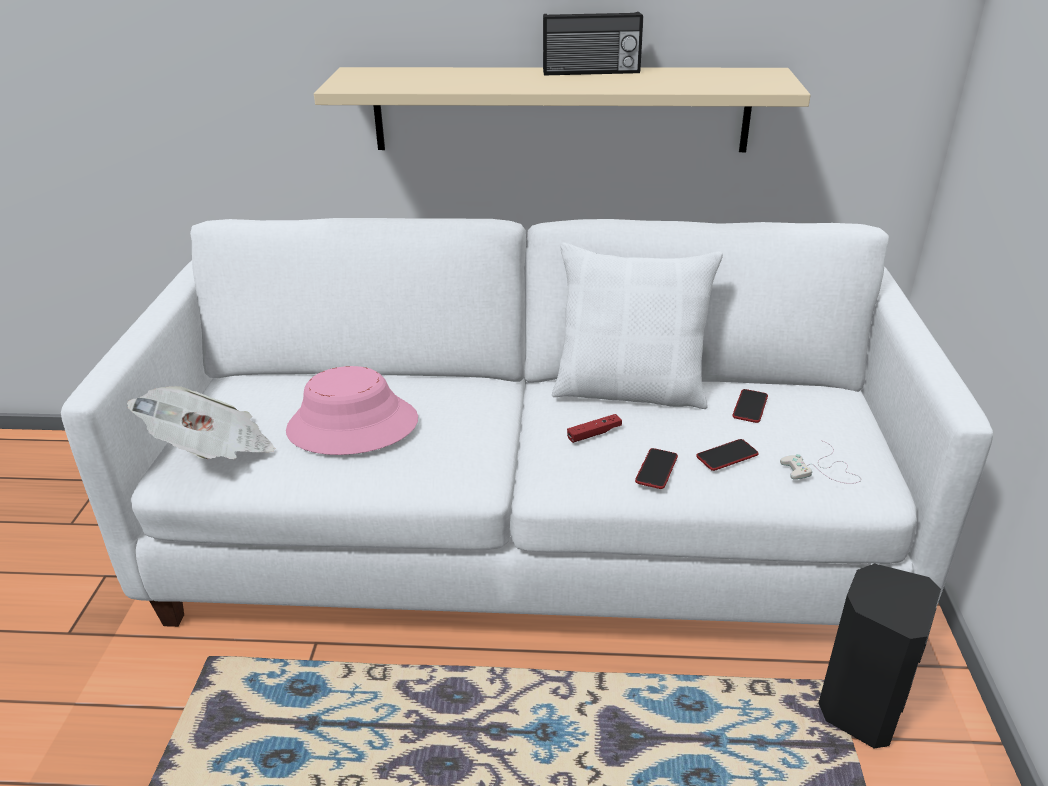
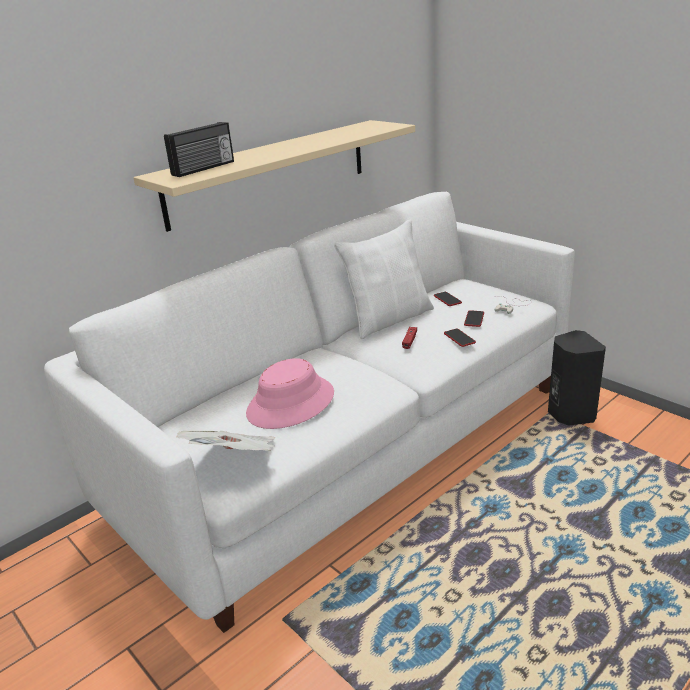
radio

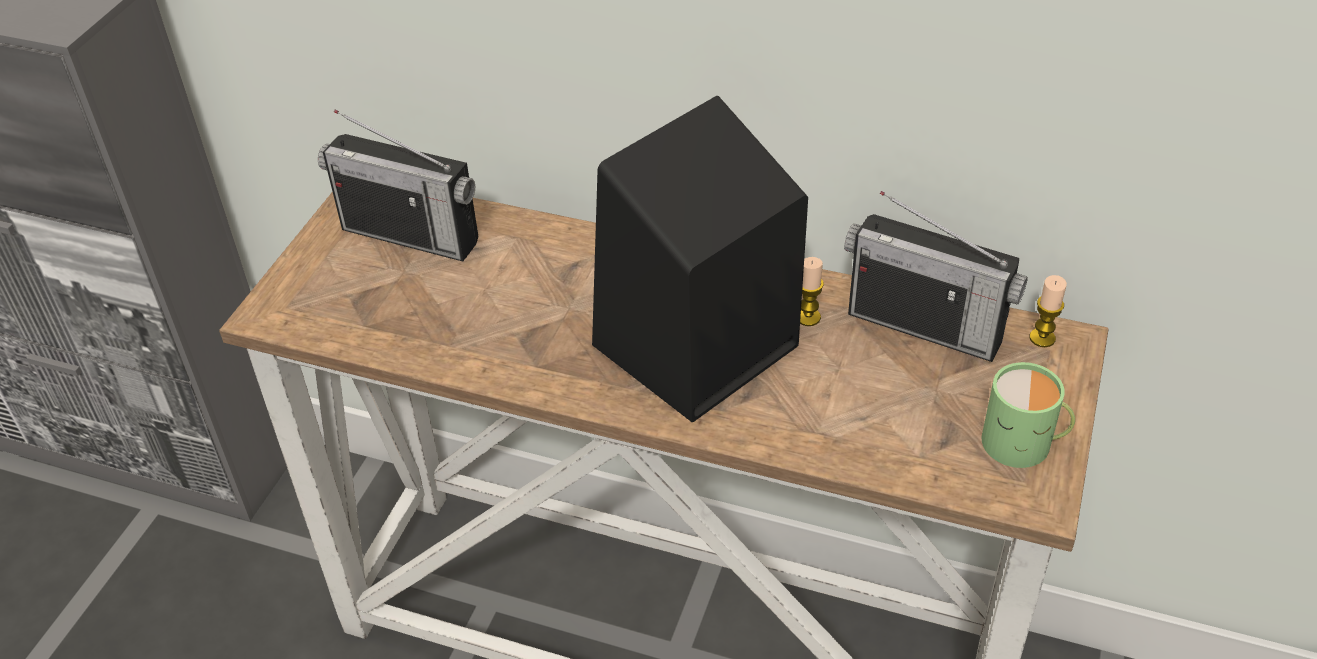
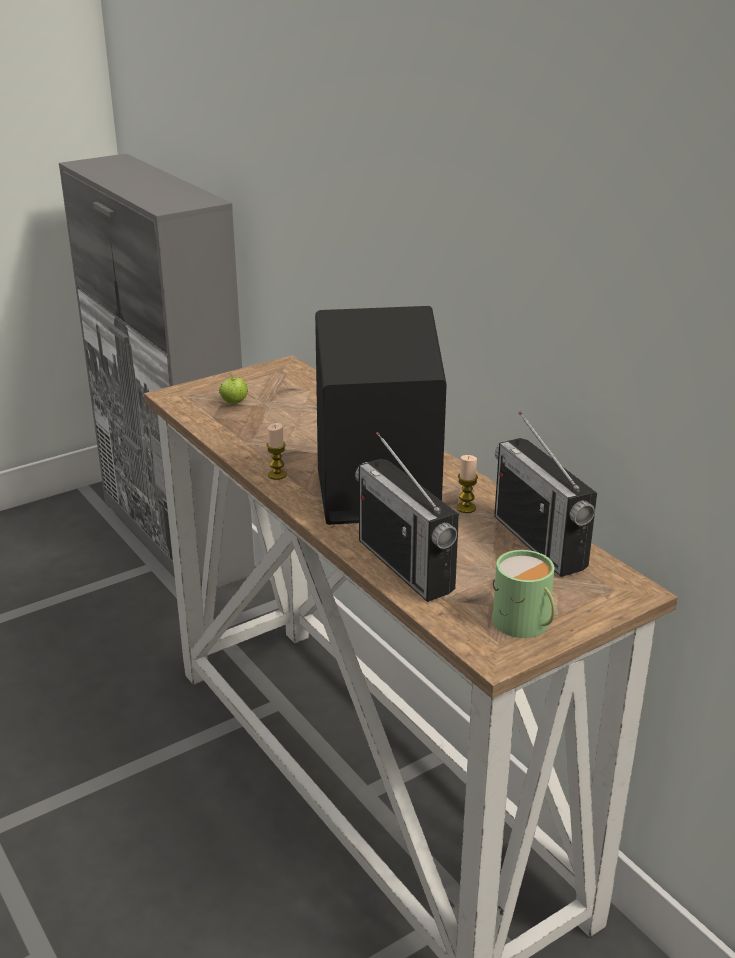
radio (no. 1 from left)
candle (no. 1 from left)
apple

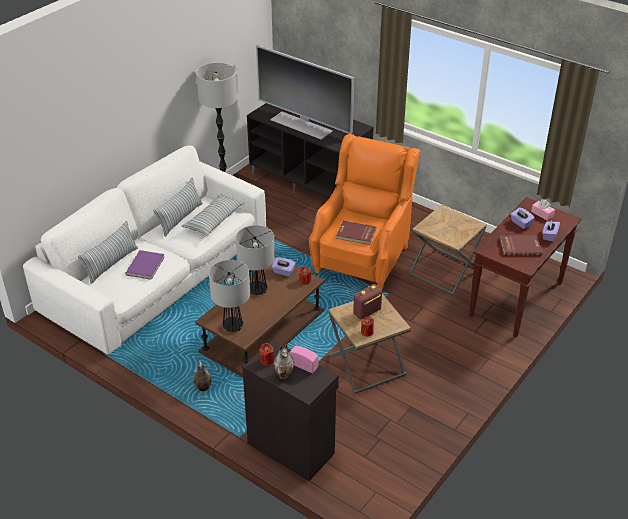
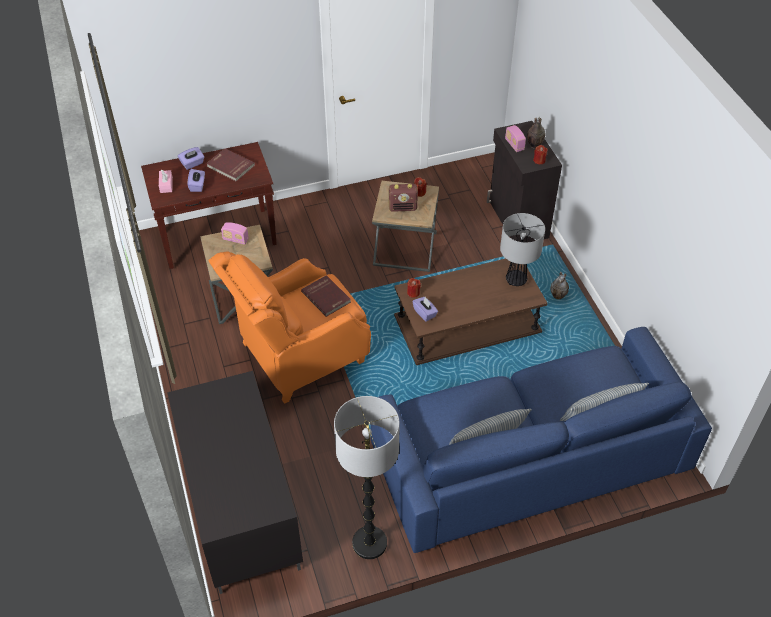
blue_sofa
purple_book
pillow (no. 3 from left in the first image)
table_lamp (no. 2 from left in the first image)
television
radio (no. 1 from left)

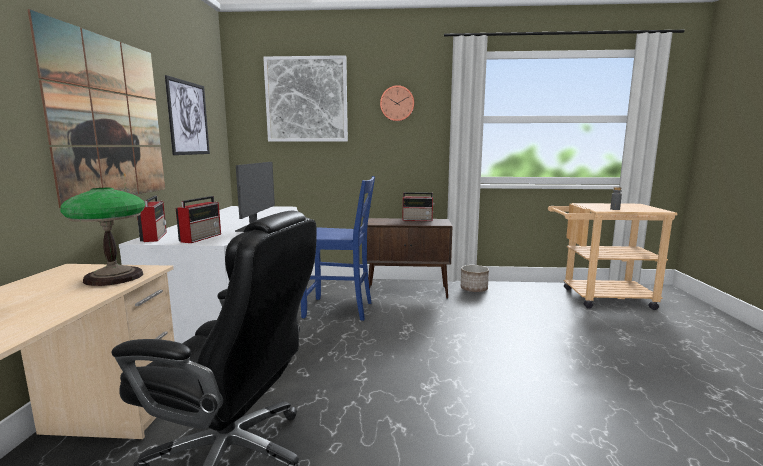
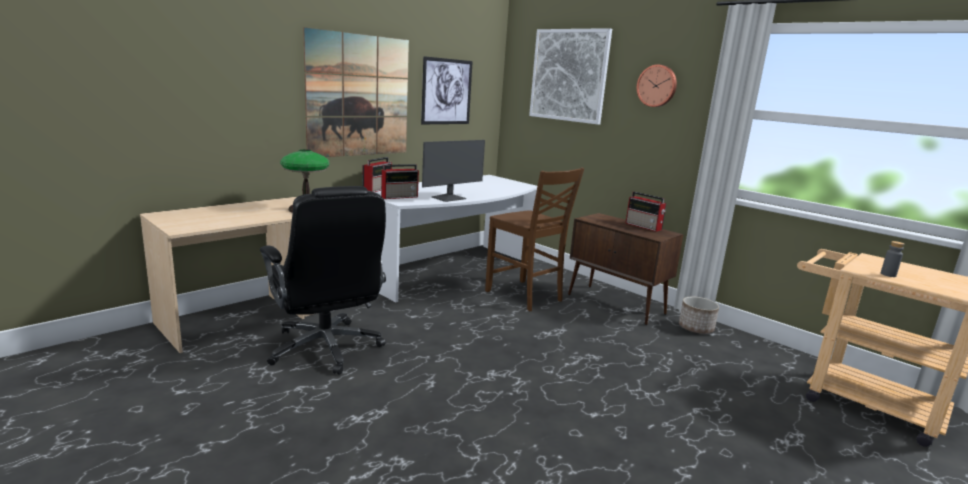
brown_chair

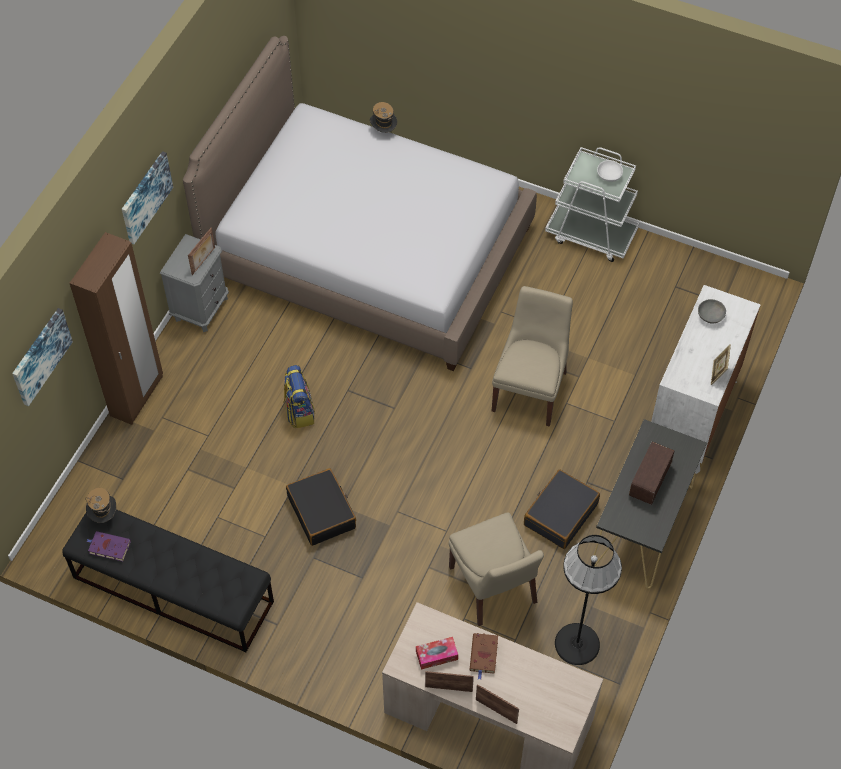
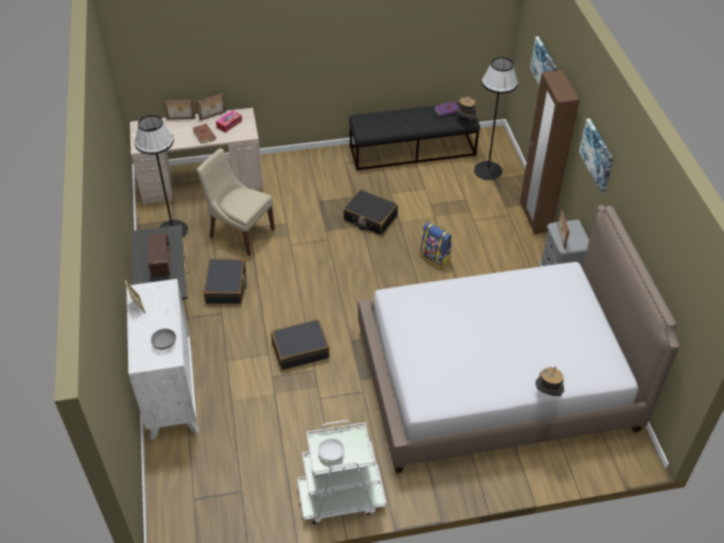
black_suitcase (no. 2 from left)
black_floor_lamp (no. 2 from left)

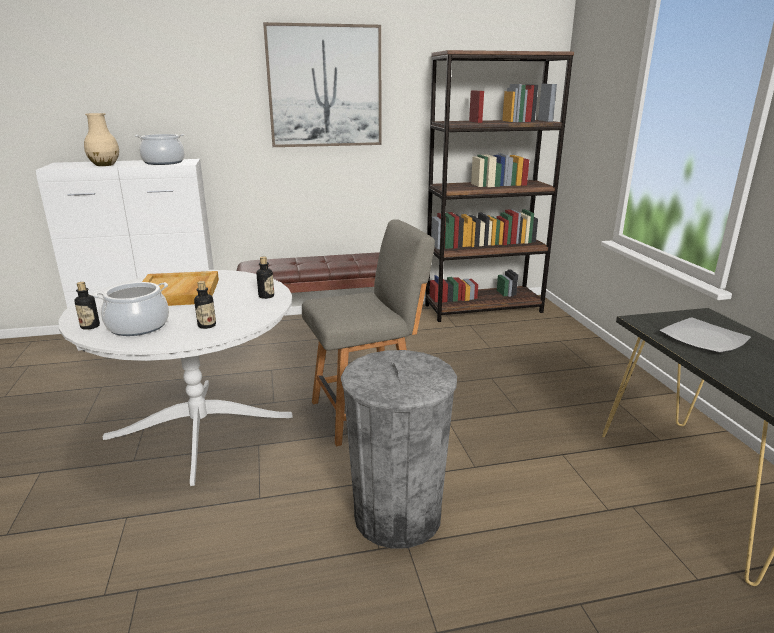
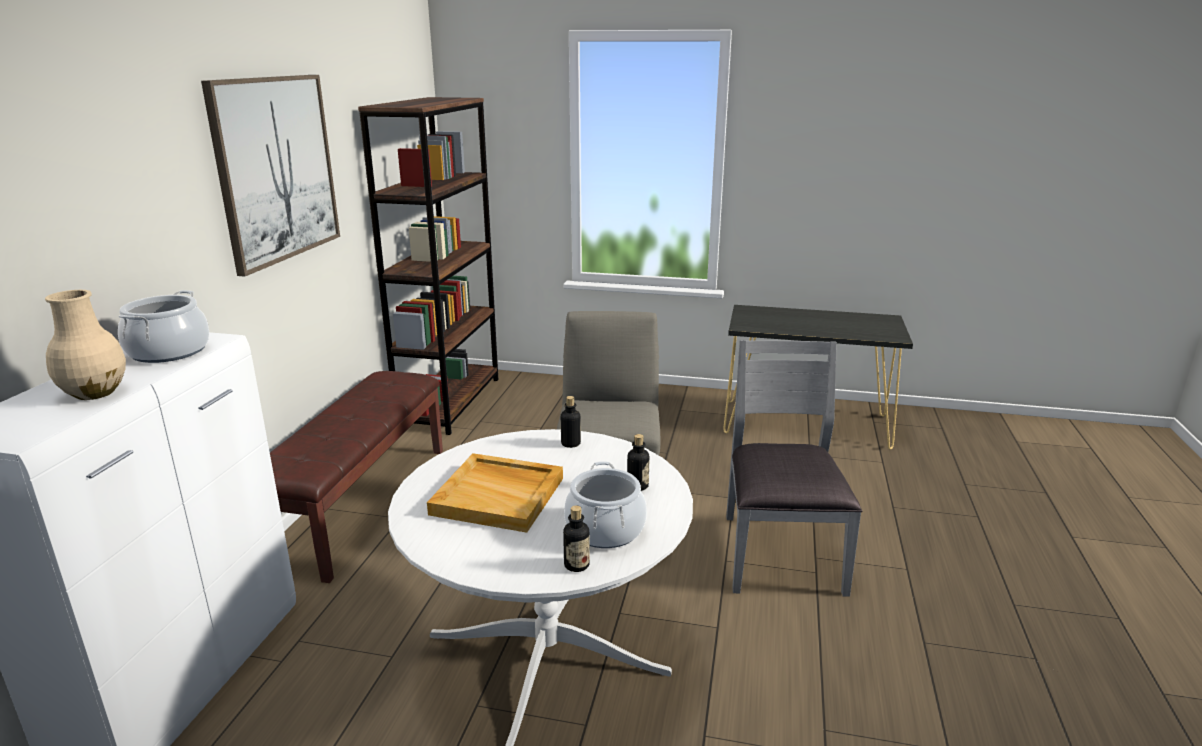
grey_chair (no. 2 from left)
plate

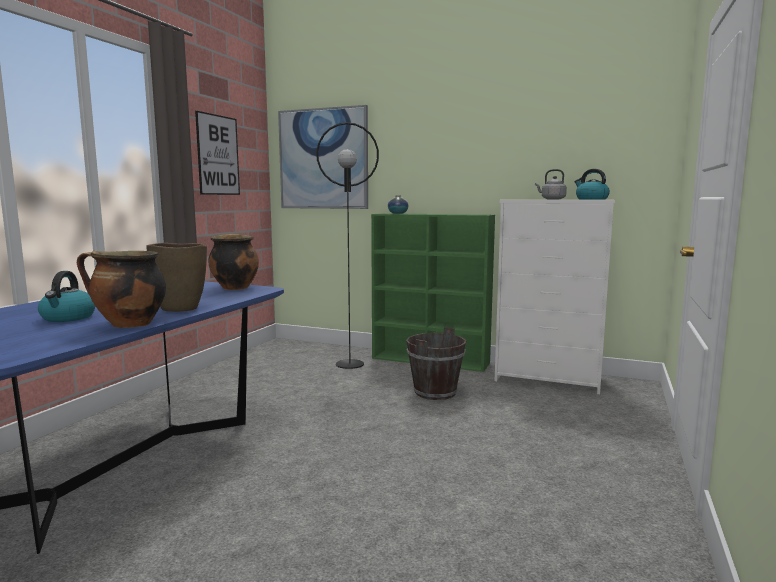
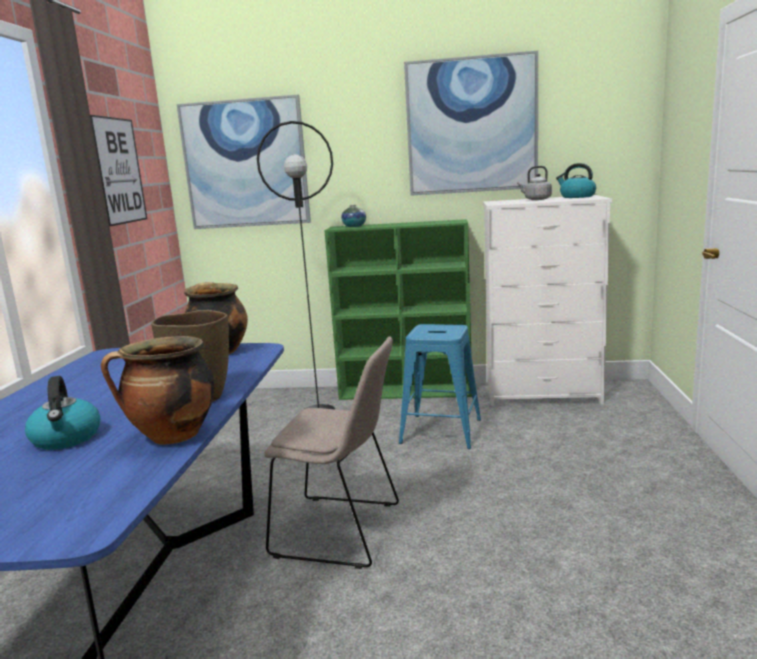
blue_stool
beige_chair
picture (no. 3 from left)

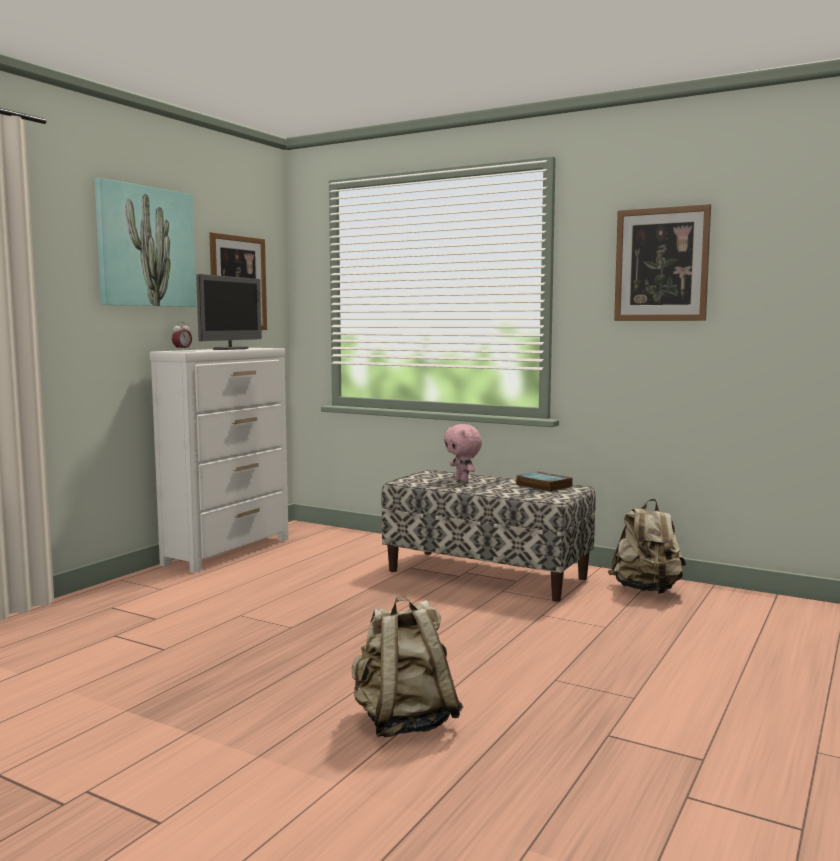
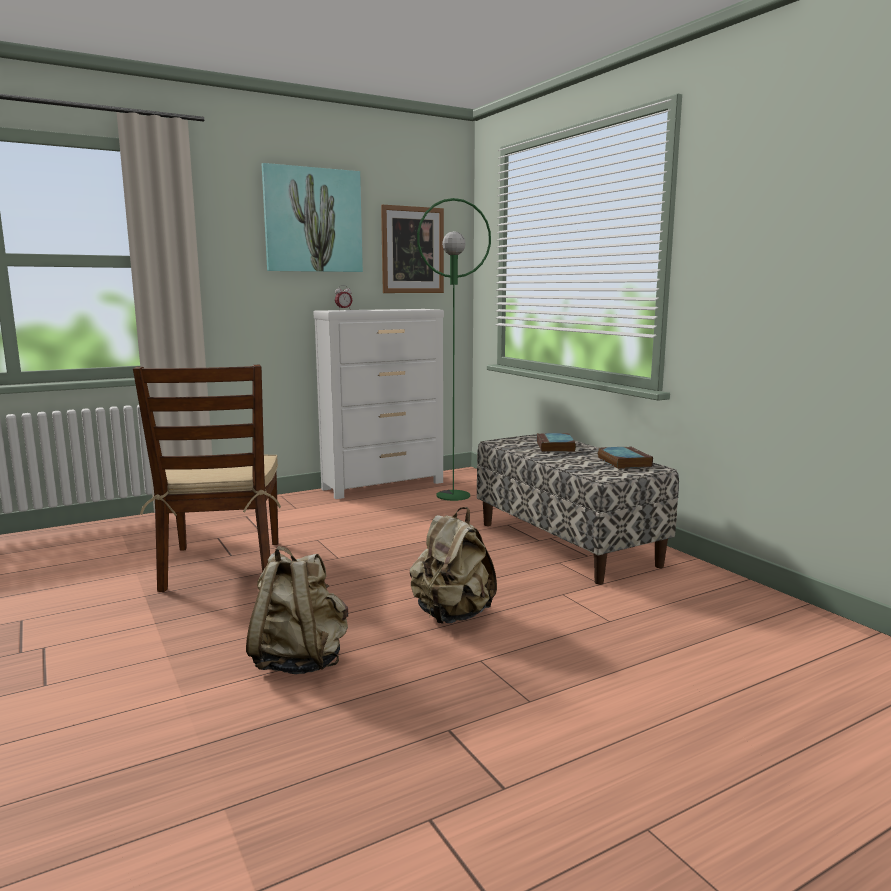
monitor
book (no. 1 from left)
beige_backpack (no. 2 from left)
picture (no. 3 from left in the first image)
brown_chair
green_floor_lamp

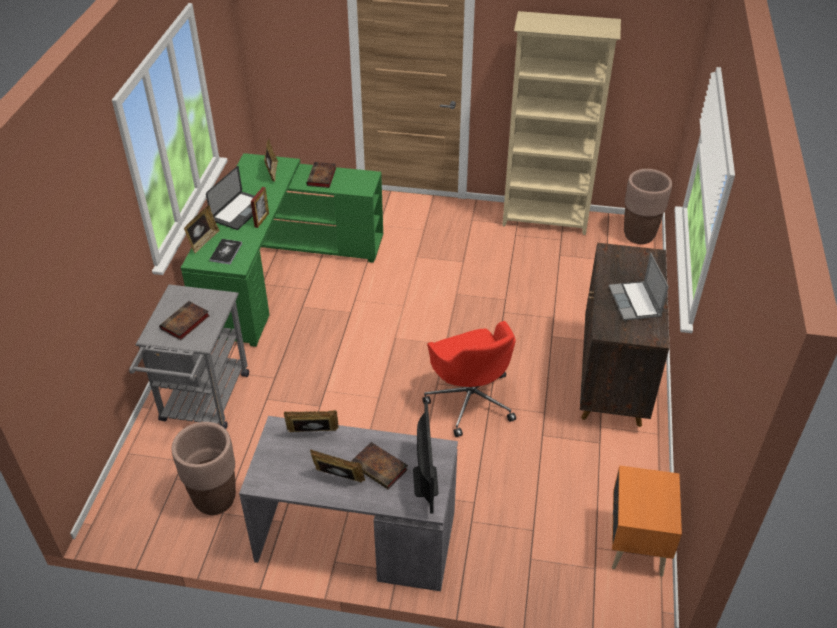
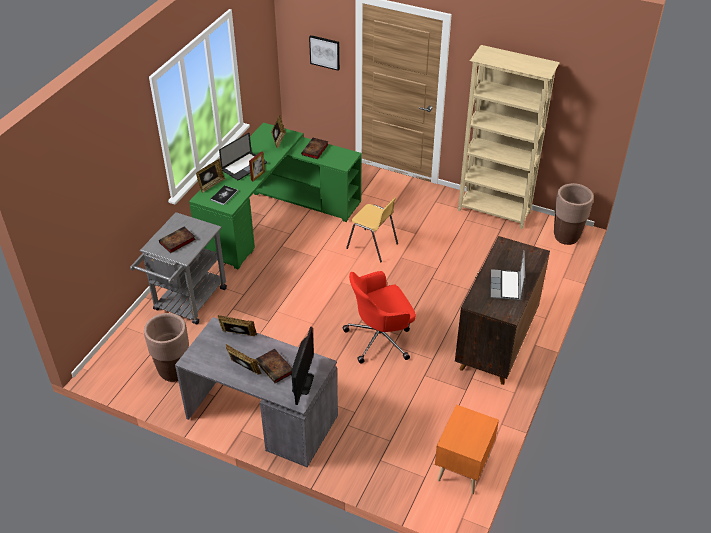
red_office_chair
picture
yellow_chair

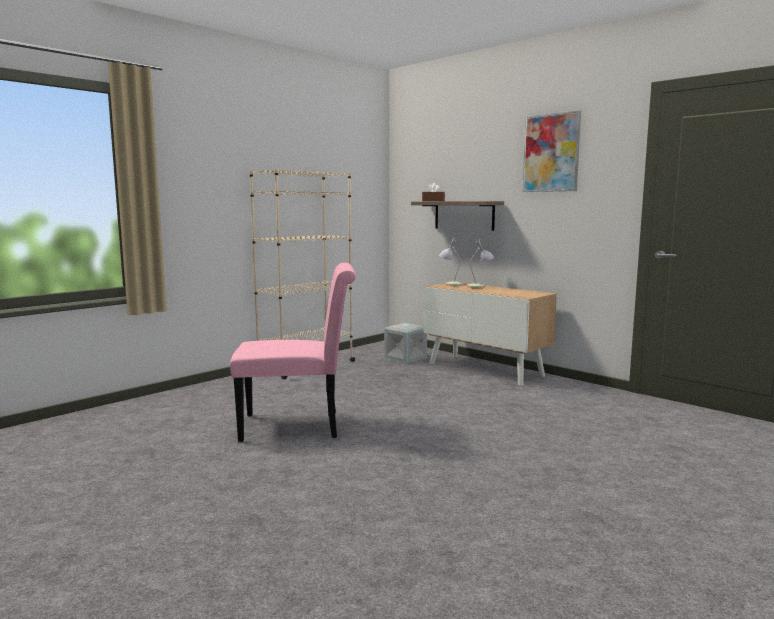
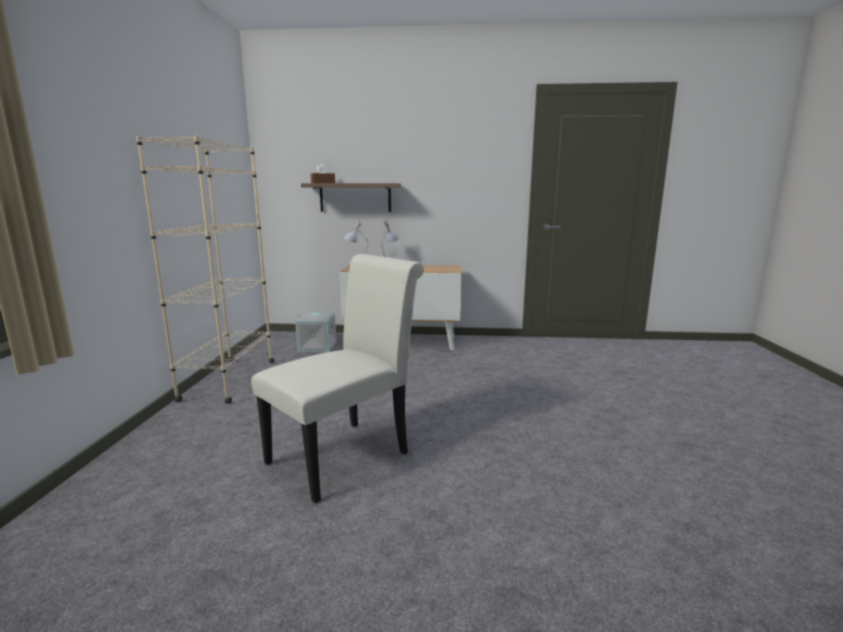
white_chair
picture

